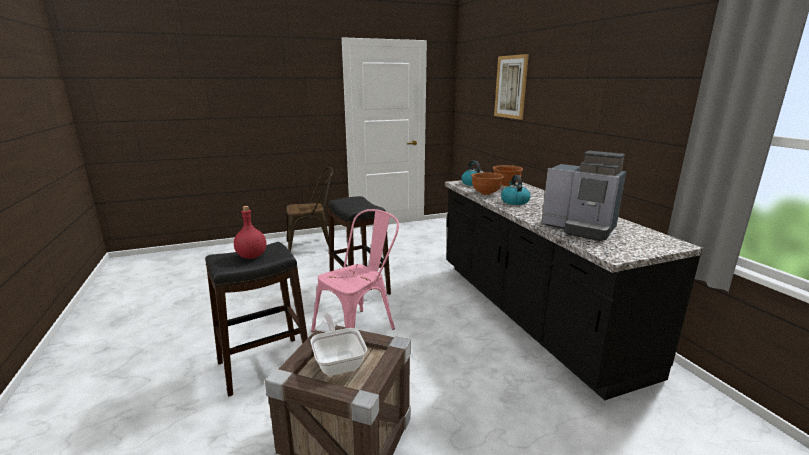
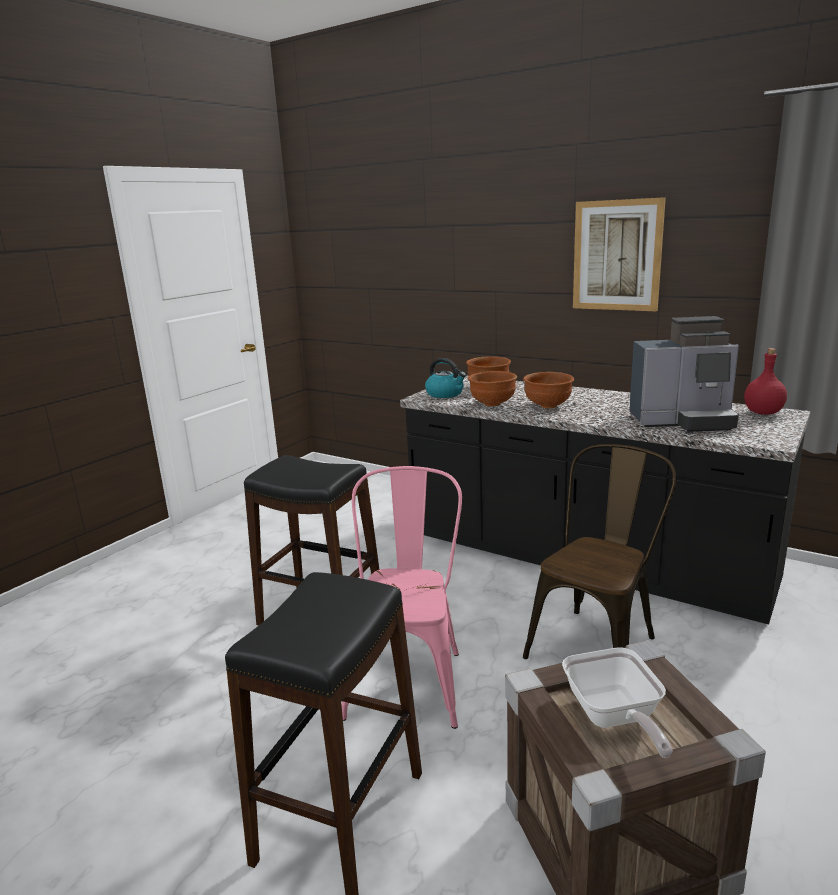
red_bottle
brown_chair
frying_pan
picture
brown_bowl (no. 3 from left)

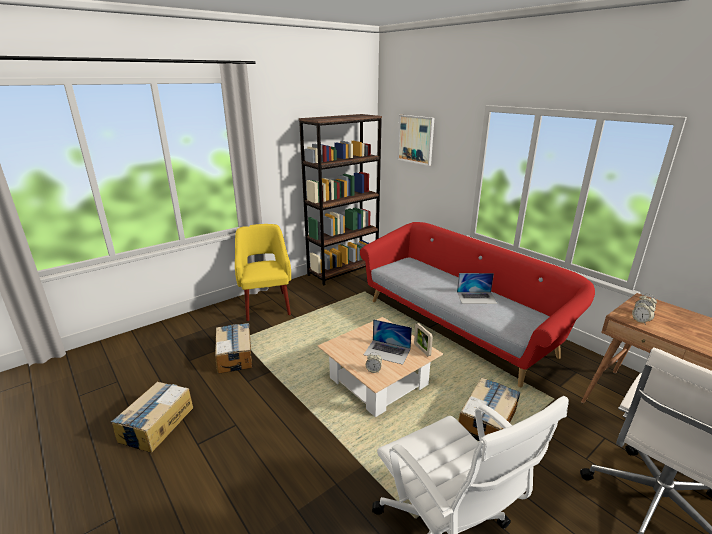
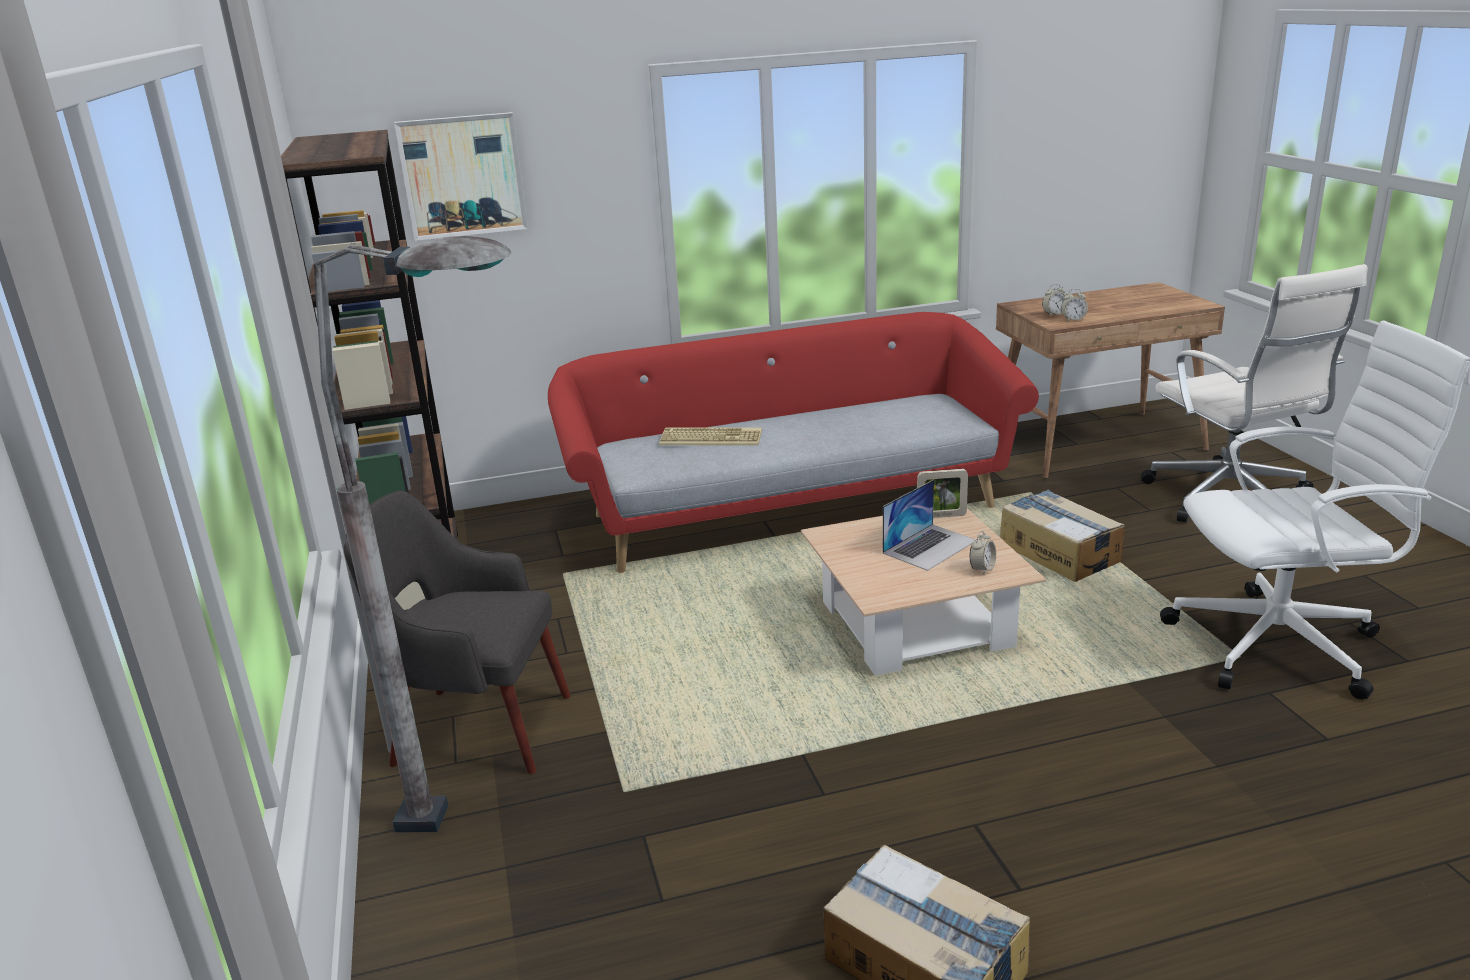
cardboard_box (no. 2 from left in the first image)
grey_armchair
laptop (no. 2 from left in the first image)
grey_floor_lamp
keyboard

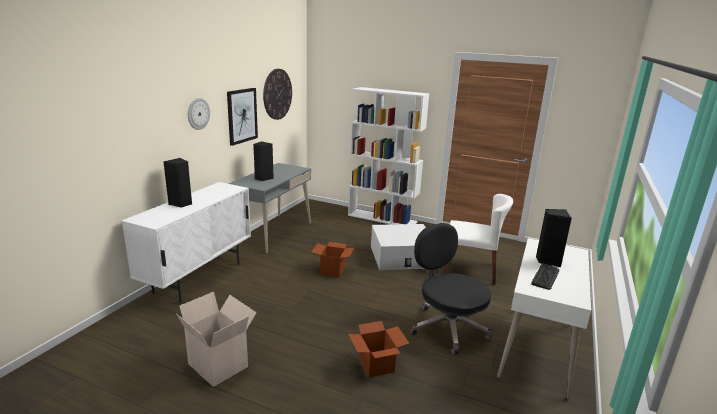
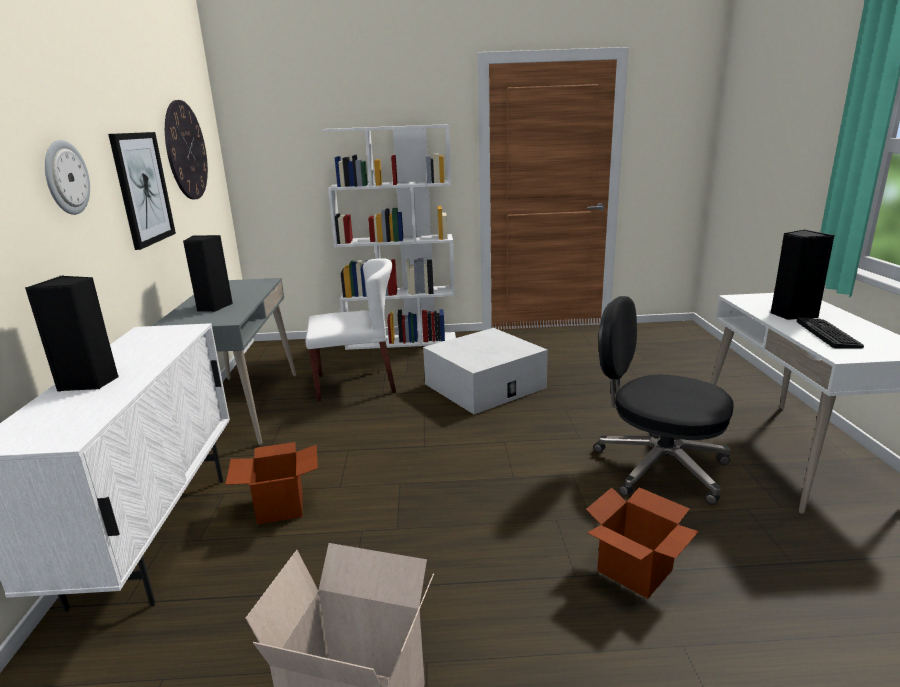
cardboard_box (no. 1 from left)
white_chair

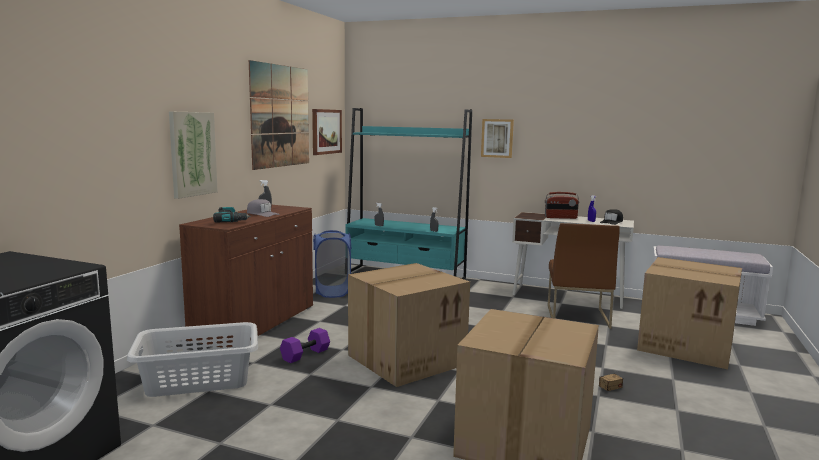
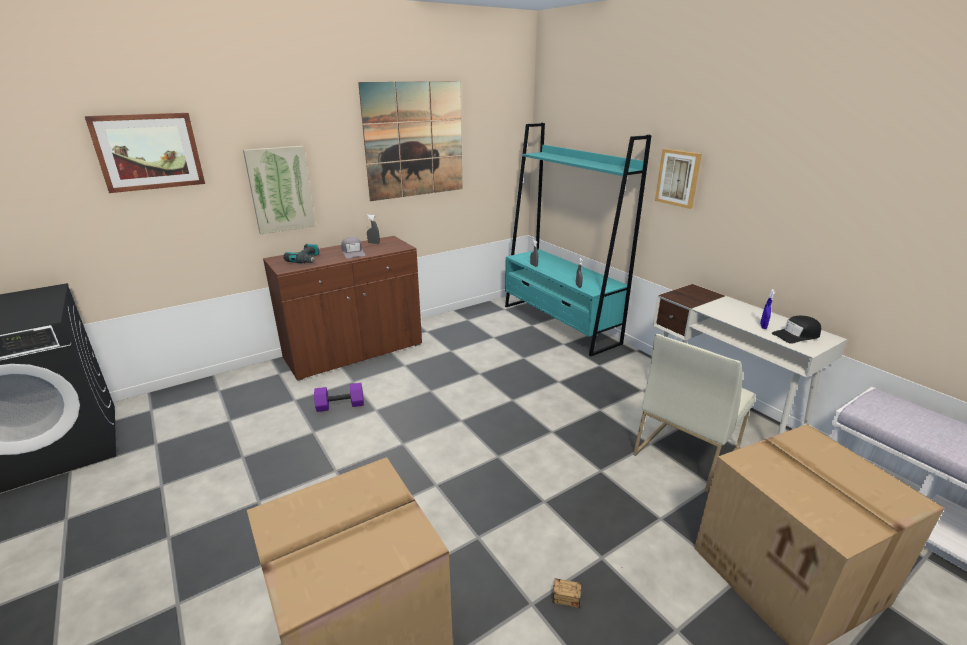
grey_laundry_basket
picture (no. 1 from left)
blue_laundry_basket
cardboard_box (no. 1 from left in the first image)
radio
white_chair

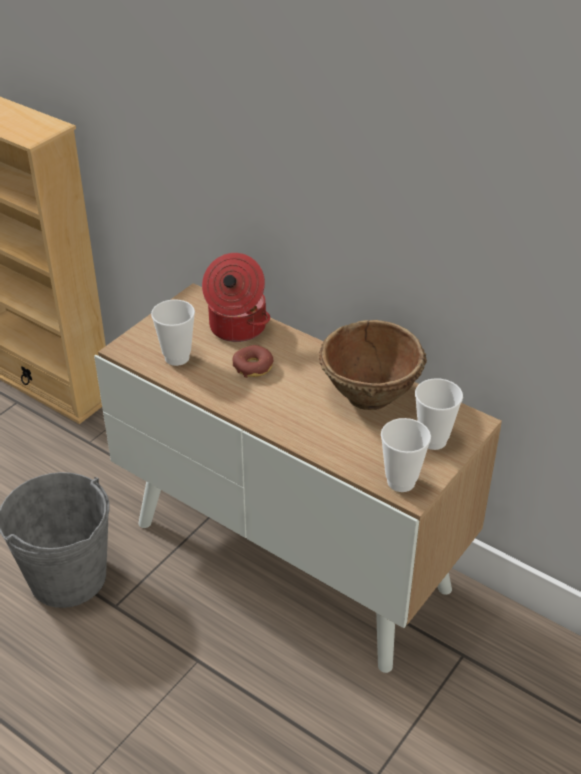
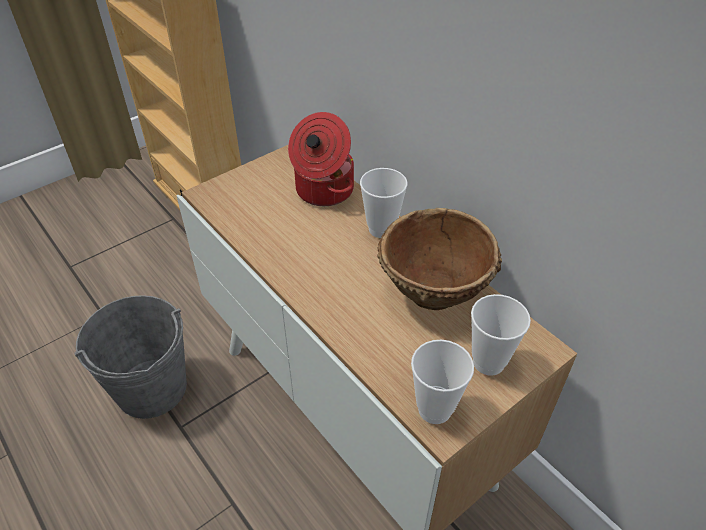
cup (no. 1 from left)
donut

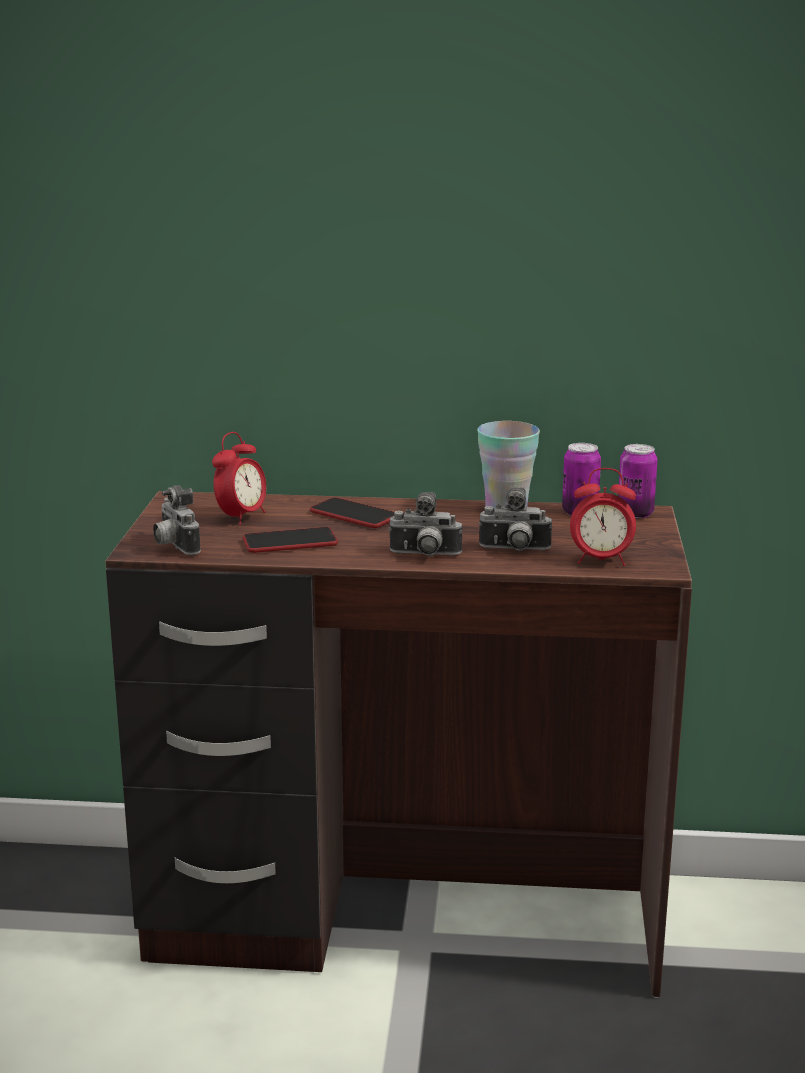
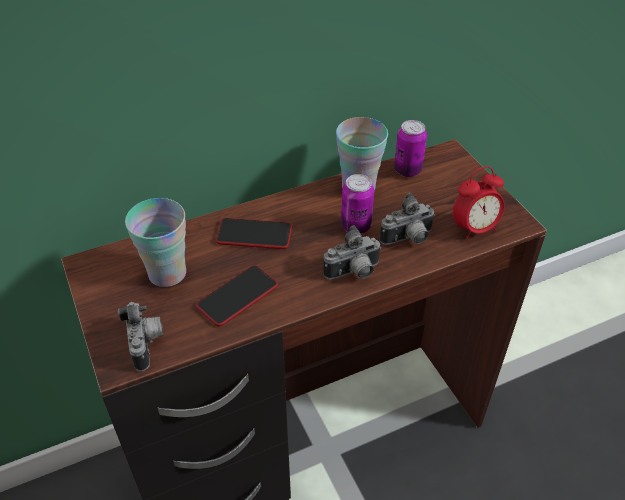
photo_camera (no. 1 from left)
cup (no. 1 from left)
can (no. 1 from left)

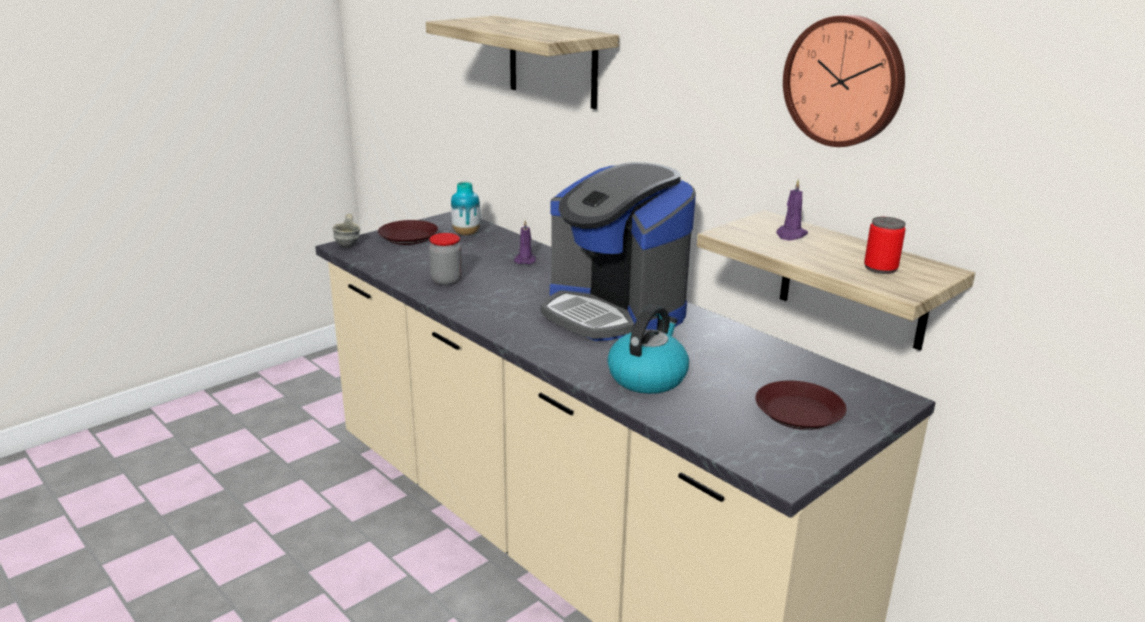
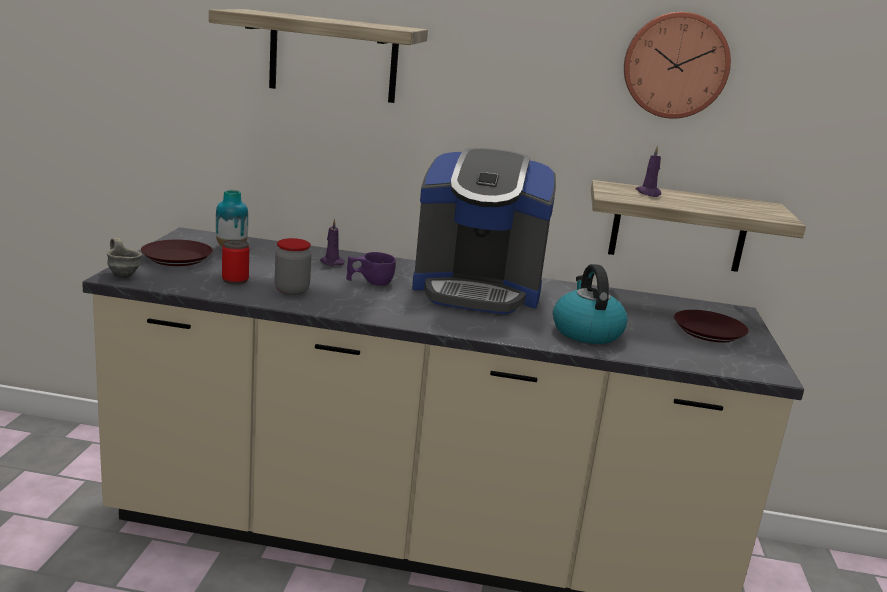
can
purple_cup

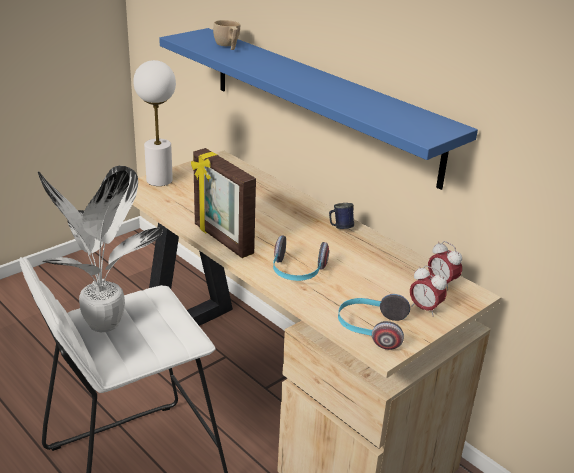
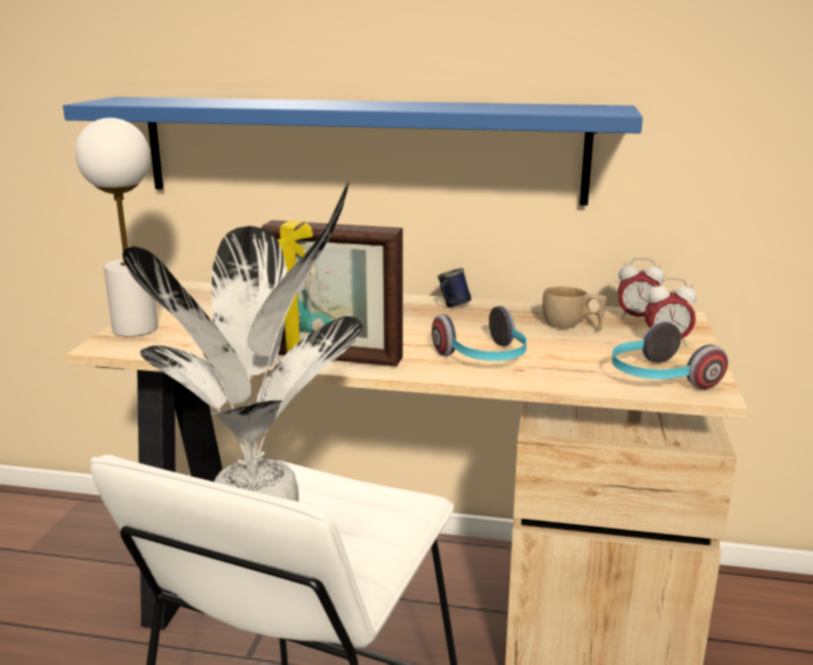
beige_cup

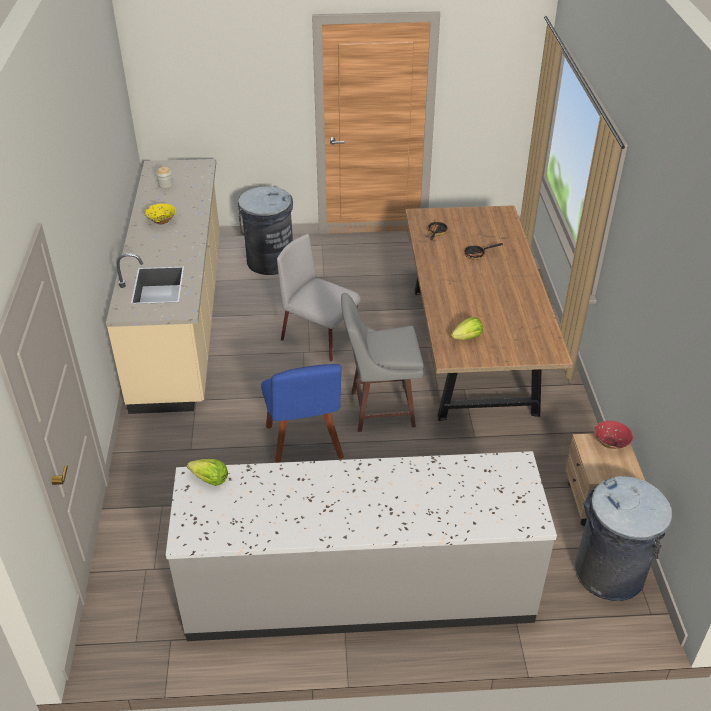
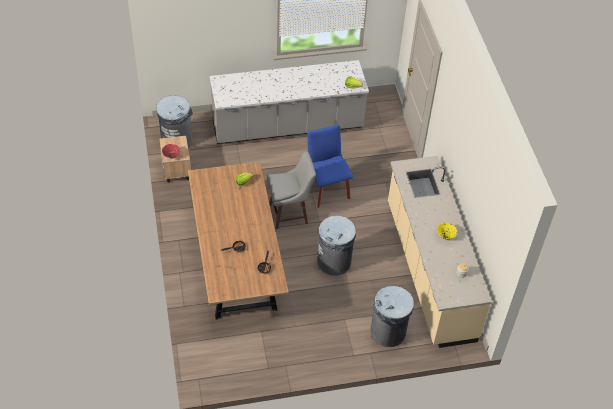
grey_trash_can (no. 2 from left)

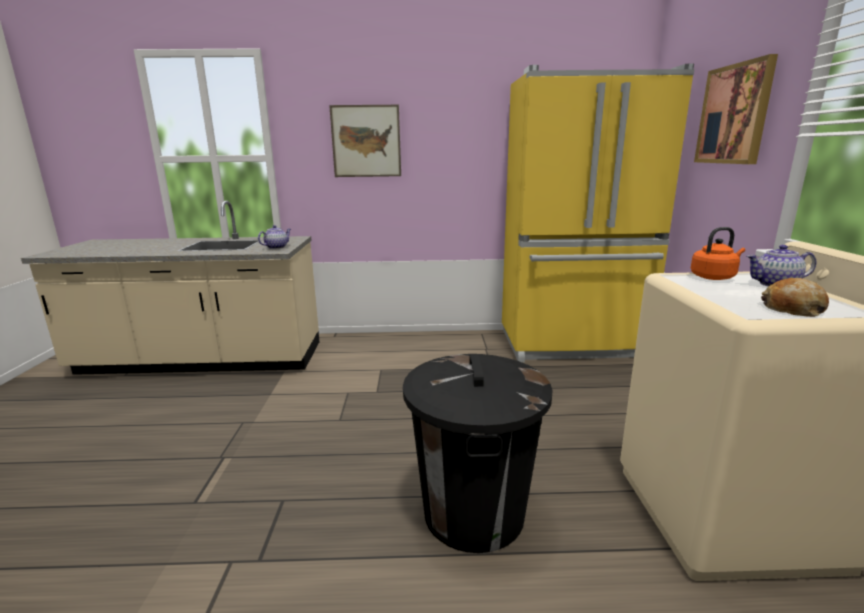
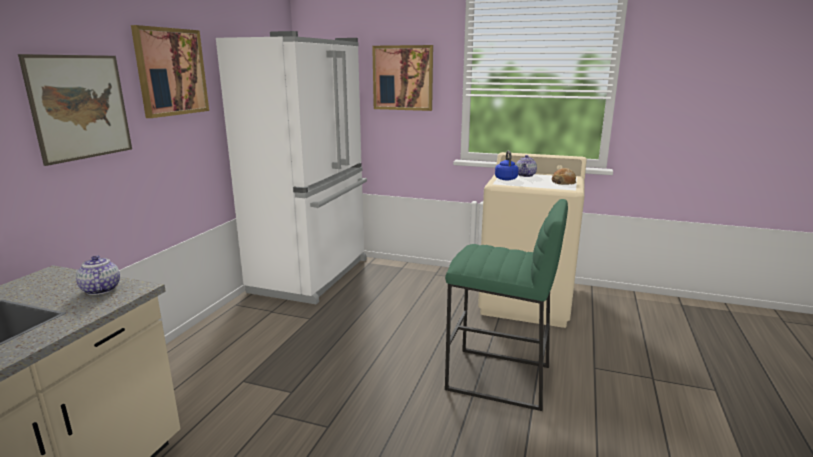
green_stool
white_fridge
blue_kettle
picture (no. 2 from left)

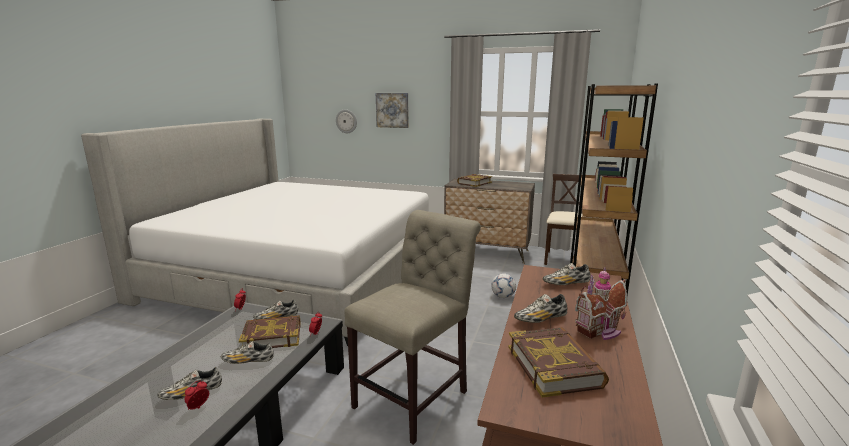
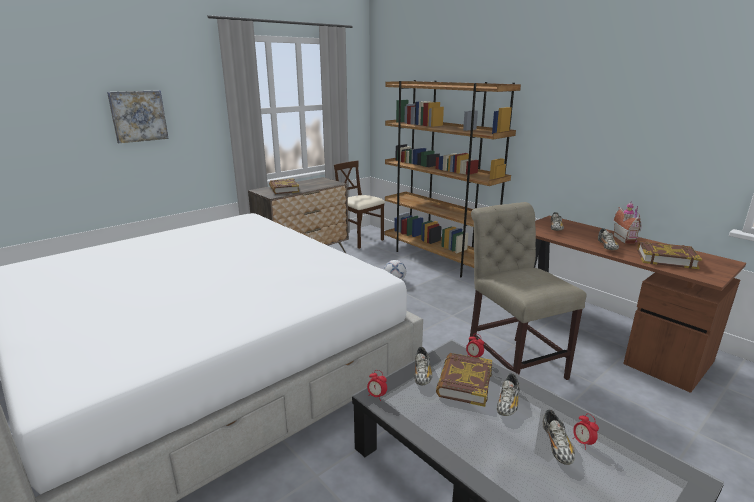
wall_clock

